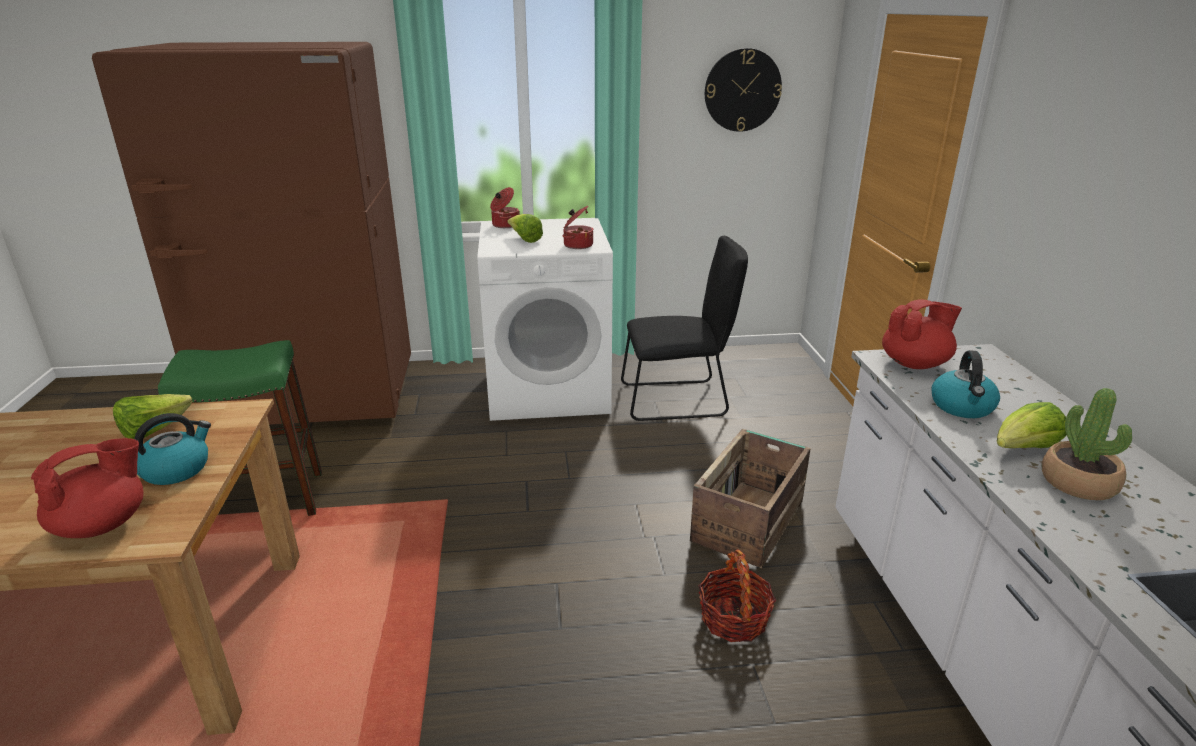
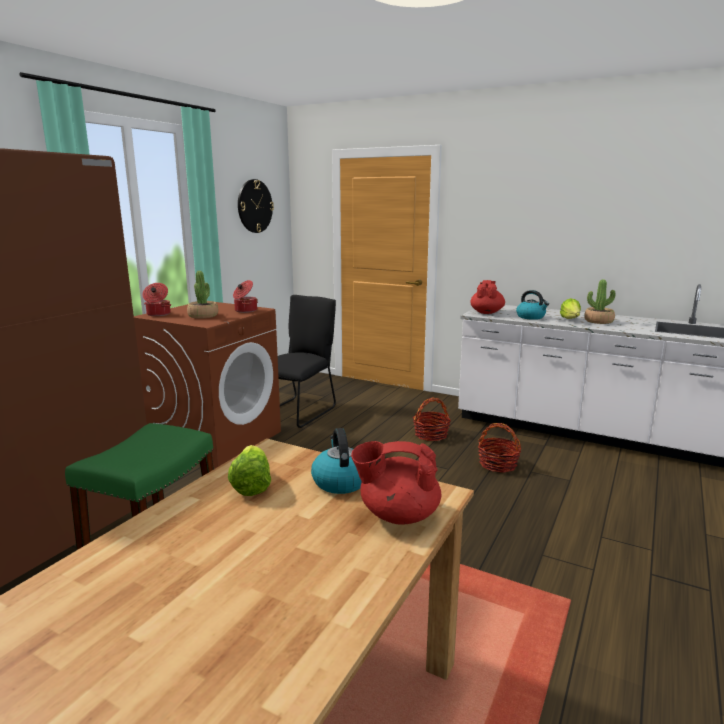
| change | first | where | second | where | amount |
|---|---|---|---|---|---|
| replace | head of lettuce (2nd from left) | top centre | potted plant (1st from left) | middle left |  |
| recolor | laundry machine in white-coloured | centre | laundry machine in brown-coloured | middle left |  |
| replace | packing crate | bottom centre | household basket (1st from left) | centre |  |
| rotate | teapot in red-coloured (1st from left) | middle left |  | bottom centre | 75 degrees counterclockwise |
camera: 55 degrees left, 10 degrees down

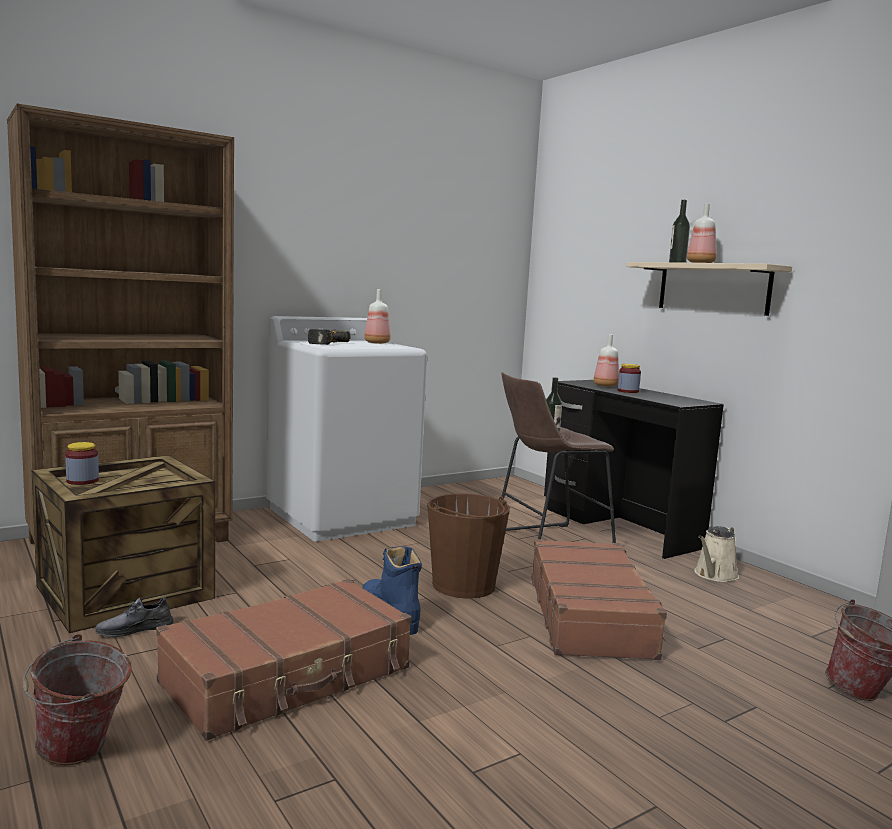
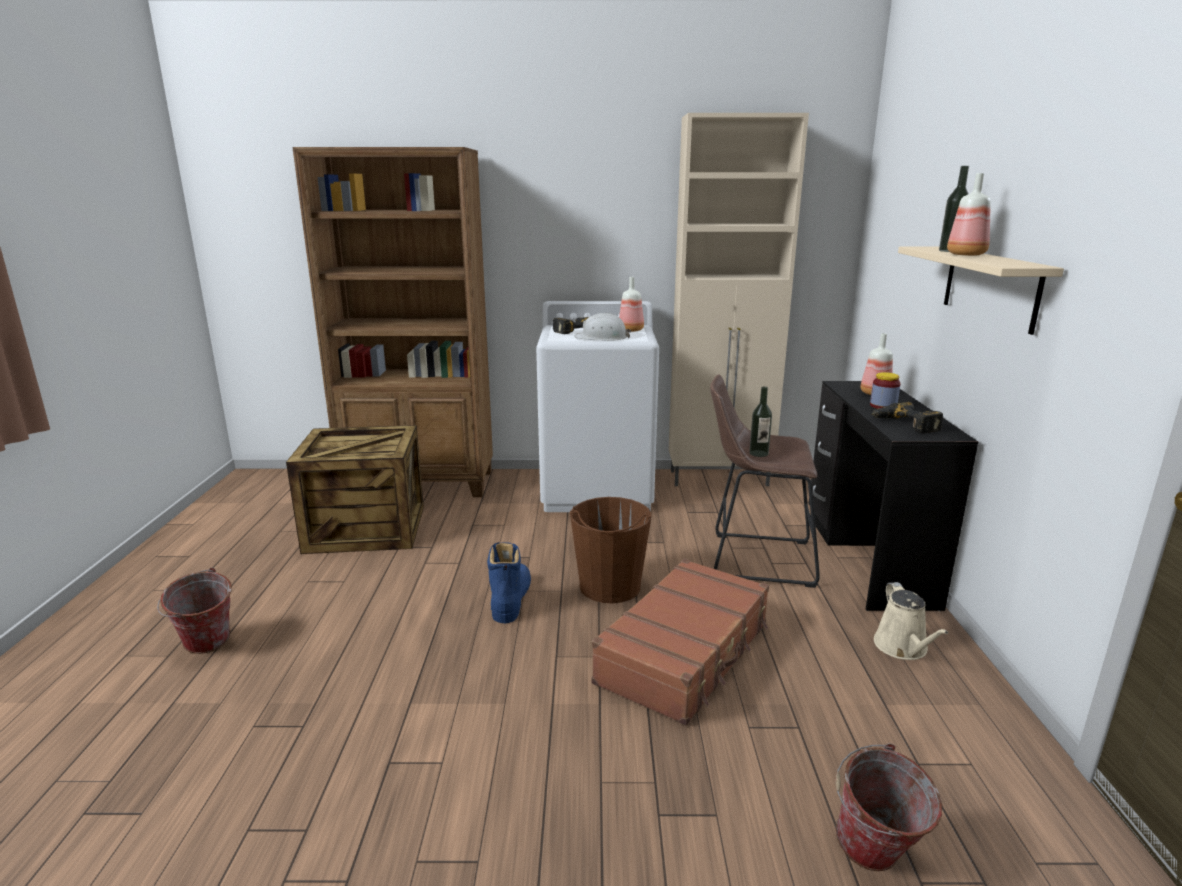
| change | first | where | second | where | amount |
|---|---|---|---|---|---|
| delete | preserve jar (1st from left) | middle left |  |  |  |
| rotate | sprinkling can in sand-coloured | bottom right |  | bottom right | 75 degrees counterclockwise |
| delete | suitcase in brown-coloured (1st from left) | bottom left |  |  |  |
| delete | shoe in grey | bottom left |  |  |  |
| insert |  |  | storage cabinet in sand-coloured | centre |  |
| insert |  |  | hard hat in white-coloured | centre |  |
| insert |  |  | power drill (2nd from left) | middle right |  |
camera: 35 degrees right, 10 degrees up

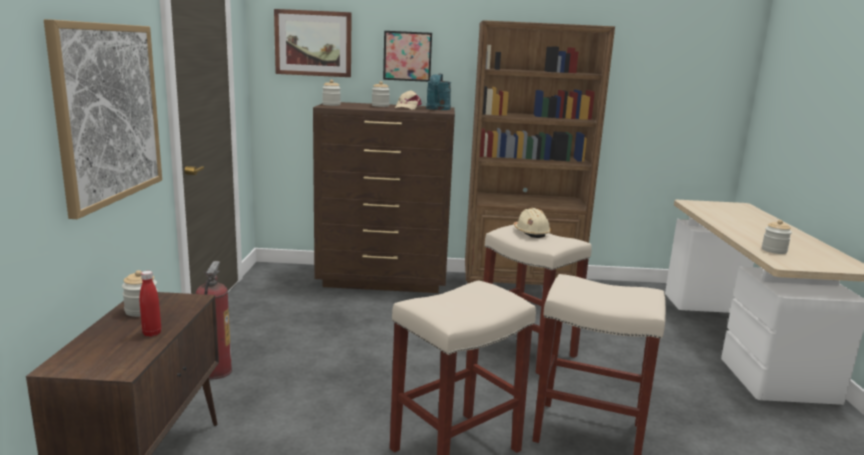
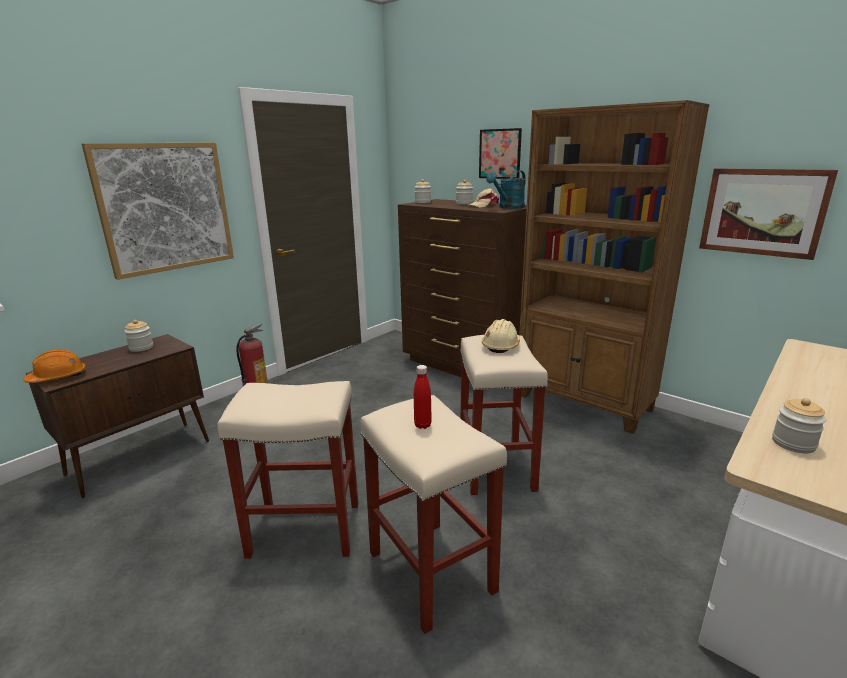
| change | first | where | second | where | amount |
|---|---|---|---|---|---|
| move | wall picture (2nd from left in the first image) | top centre | wall picture (3rd from left) | top right |  |
| move | beverage bottle in red-coloured | bottom left |  | centre |  |
| insert |  |  | hard hat in orangey | middle left |  |
camera: 40 degrees right, 5 degrees up

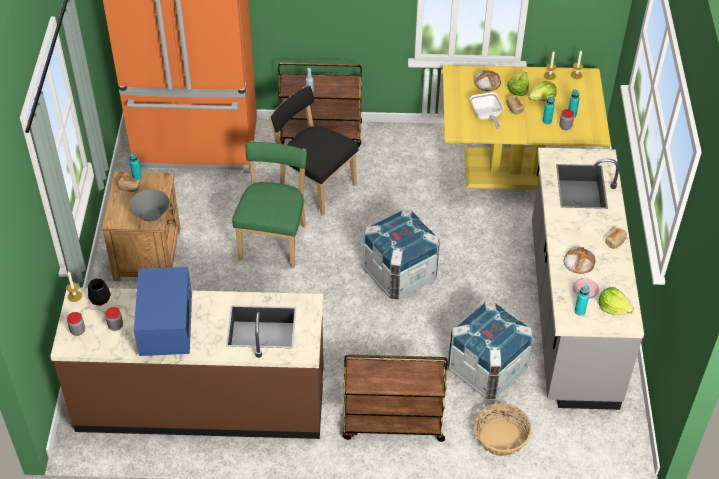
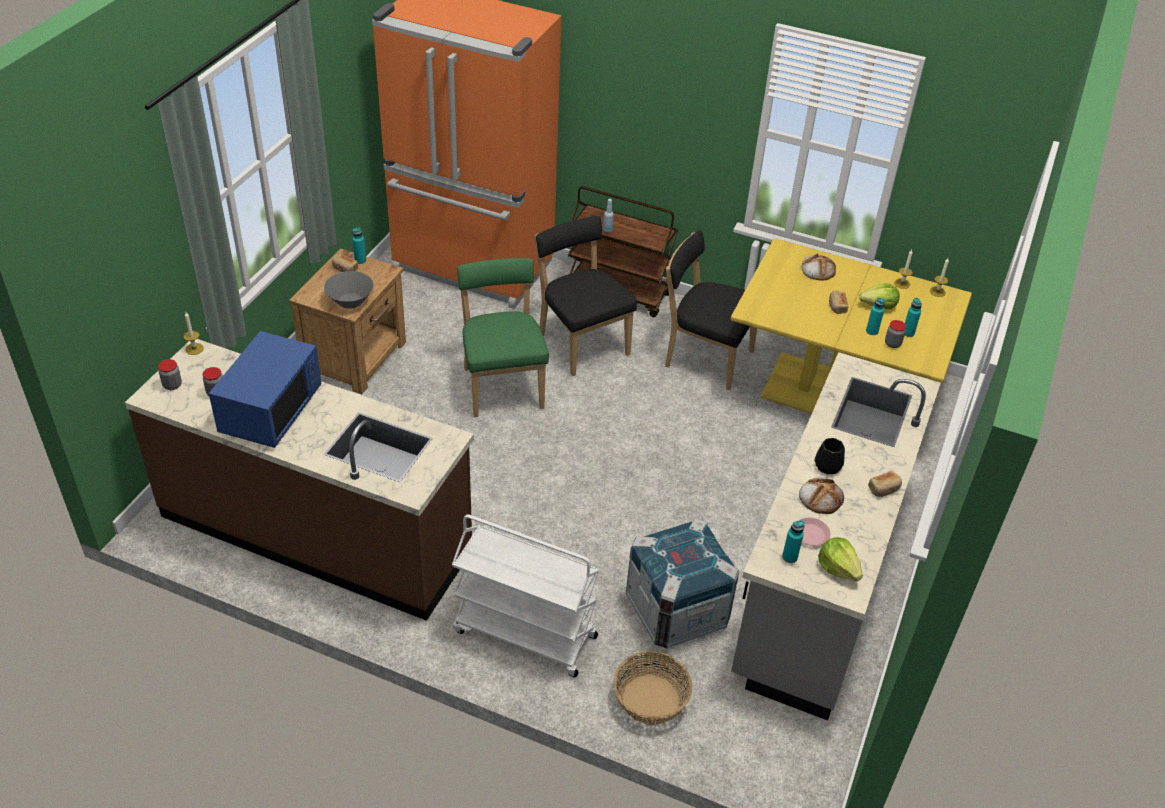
| change | first | where | second | where | amount |
|---|---|---|---|---|---|
| delete | head of lettuce (1st from left) | top right |  |  |  |
| delete | skillet | top right |  |  |  |
| rotate | chair in green-coloured | centre |  | centre | 45 degrees counterclockwise |
| delete | packing crate (1st from left) | centre |  |  |  |
| move | decorative vase in black-coloured | middle left |  | middle right |  |
| recolor | wheeled cart in brown-coloured (2nd from left) | bottom centre | wheeled cart in white-coloured | bottom centre |  |
| insert |  |  | chair in black-coloured (2nd from left) | centre |  |
camera: 20 degrees right, 5 degrees down

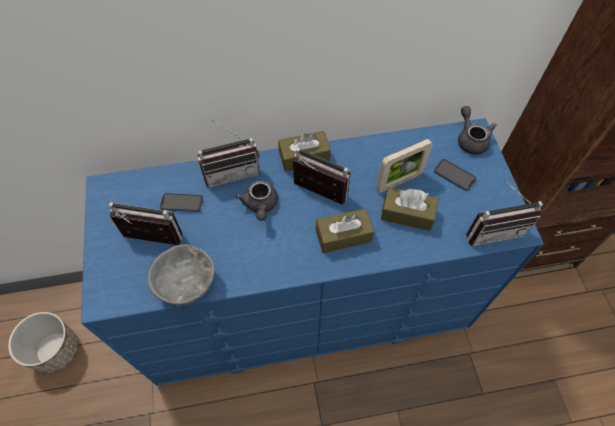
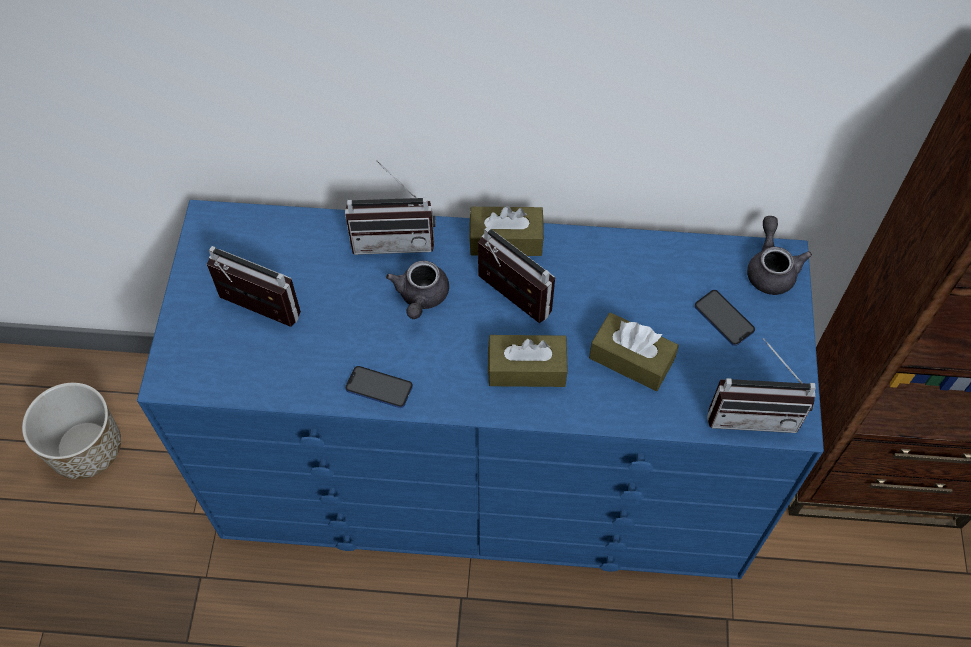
| change | first | where | second | where | amount |
|---|---|---|---|---|---|
| delete | picture frame | centre |  |  |  |
| move | telephone (1st from left) | middle left |  | centre |  |
| delete | deep dish in grey | middle left |  |  |  |
camera: 15 degrees right, 0 degrees up

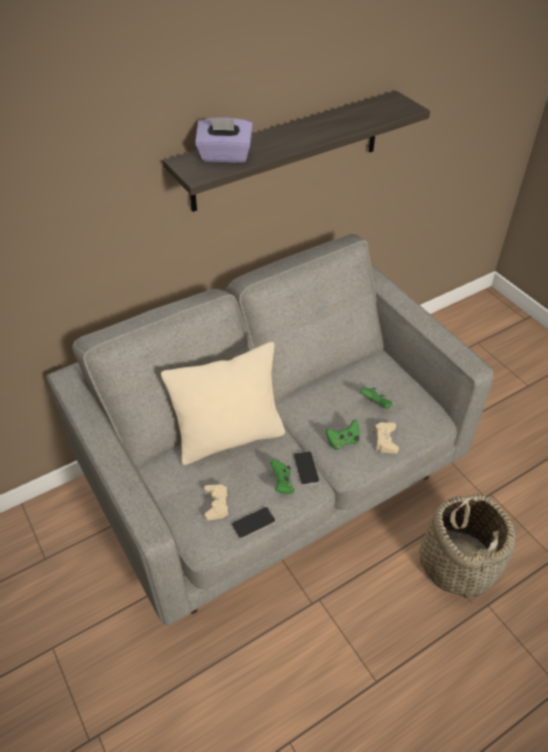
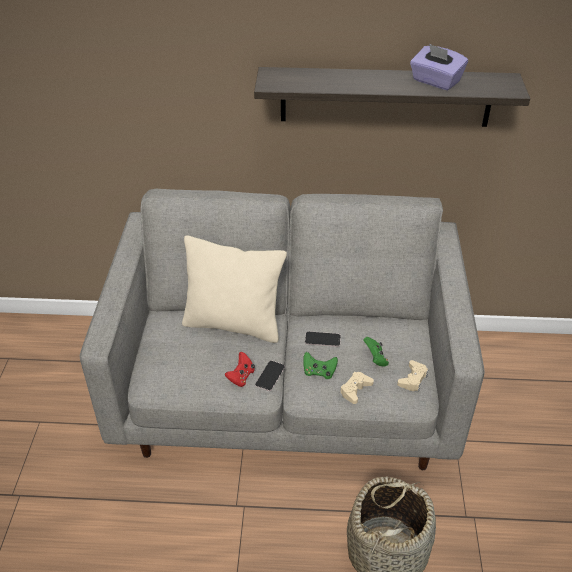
| change | first | where | second | where | amount |
|---|---|---|---|---|---|
| move | box of tissues in purplish | top centre |  | top right |  |
| recolor | joypad in green-coloured (1st from left) | centre | joypad in red-coloured | centre |  |
| move | joypad in sand-coloured (1st from left in the first image) | bottom centre | joypad in sand-coloured (2nd from left) | middle right |  |
| move | telephone (1st from left in the first image) | bottom centre | telephone (2nd from left) | centre |  |
camera: 35 degrees right, 5 degrees down

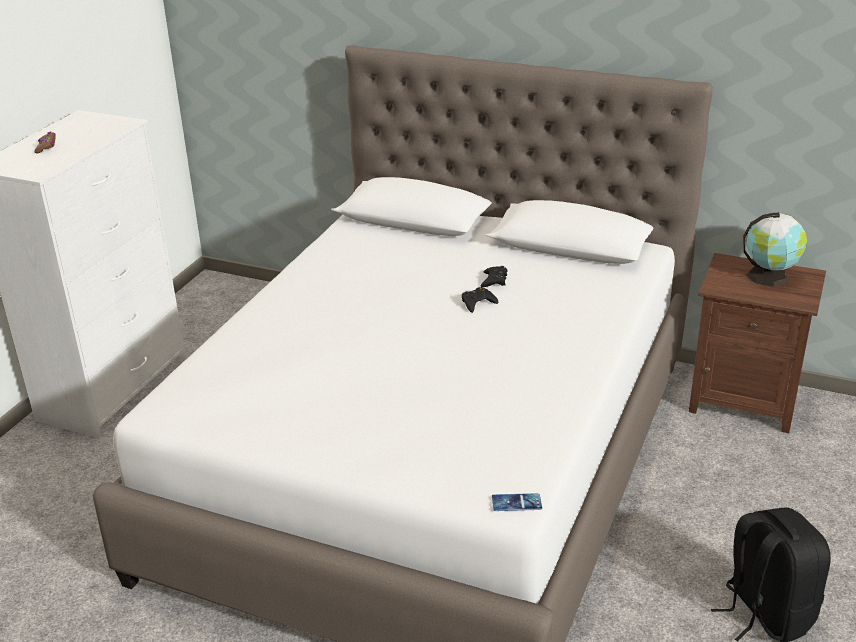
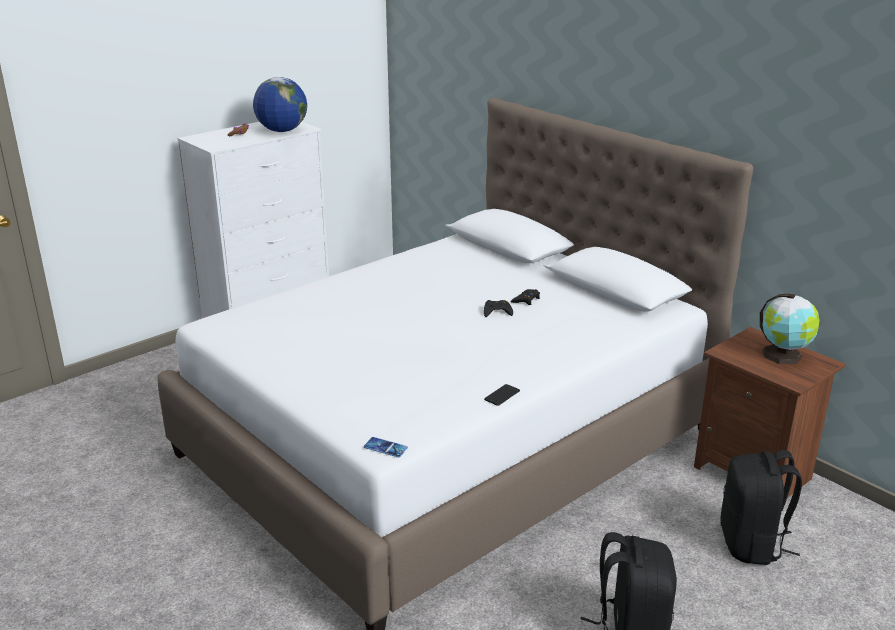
| change | first | where | second | where | amount |
|---|---|---|---|---|---|
| insert |  |  | desk globe (1st from left) | top left |  |
| insert |  |  | telephone (2nd from left) | centre |  |
| insert |  |  | knapsack in black-coloured (2nd from left) | bottom right |  |
camera: 25 degrees right, 5 degrees down

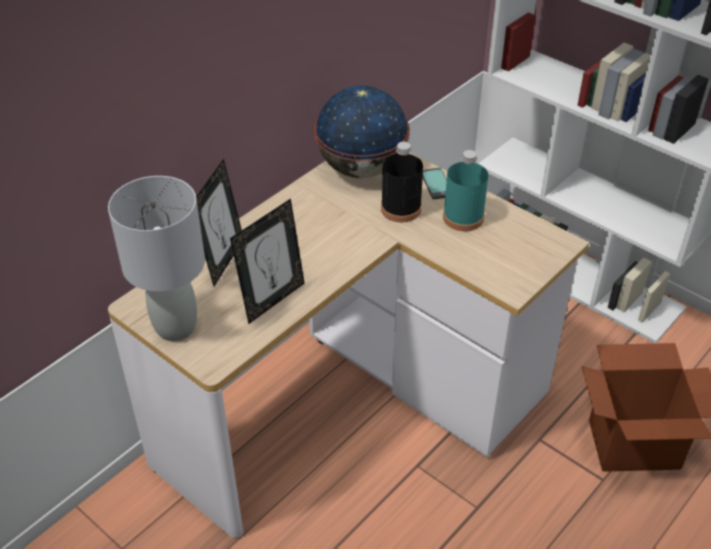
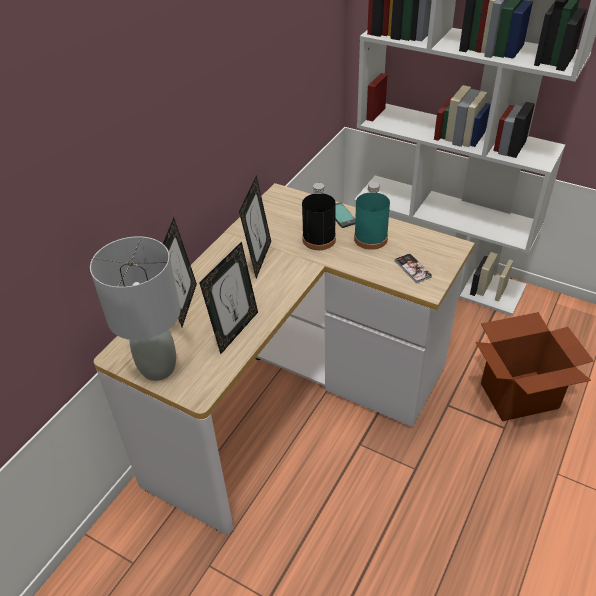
| change | first | where | second | where | amount |
|---|---|---|---|---|---|
| delete | desk globe | top centre |  |  |  |
| insert |  |  | picture frame (3rd from left) | centre |  |
| insert |  |  | telephone (2nd from left) | middle right |  |
camera: 10 degrees left, 0 degrees up

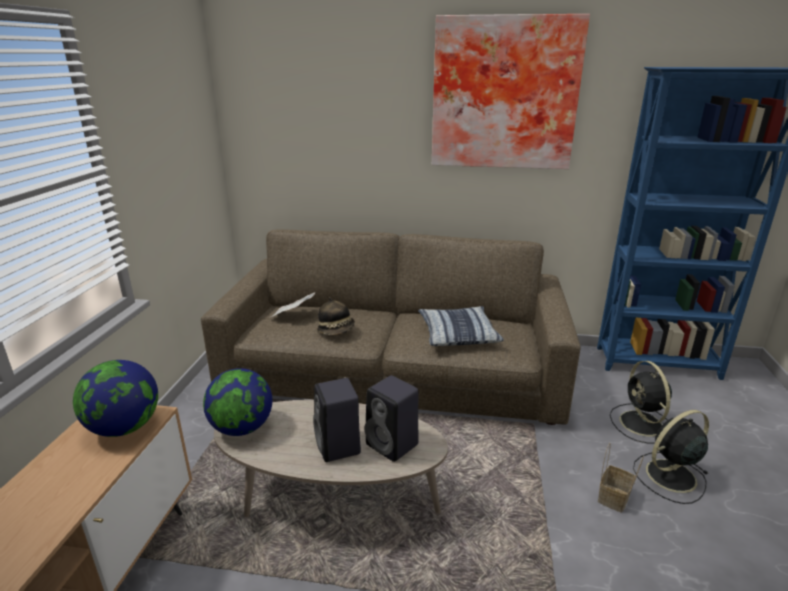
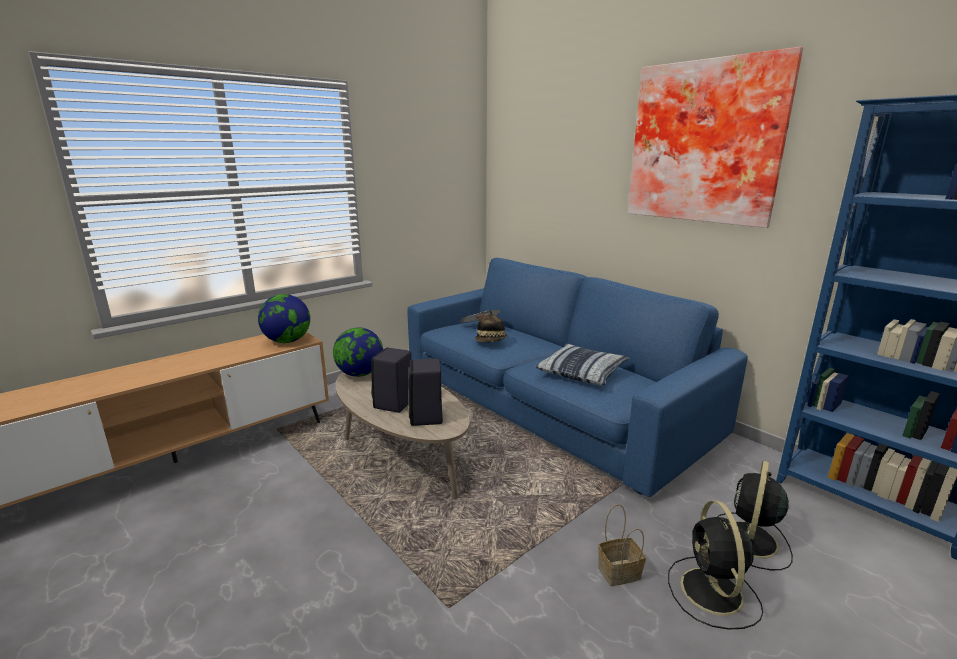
| change | first | where | second | where | amount |
|---|---|---|---|---|---|
| recolor | settee in brown-coloured | centre | settee in blue | centre |  |
| rotate | cooling fan in black-coloured (2nd from left in the first image) | bottom right | cooling fan in black-coloured (1st from left) | bottom right | 105 degrees counterclockwise |
camera: 40 degrees right, 5 degrees down

